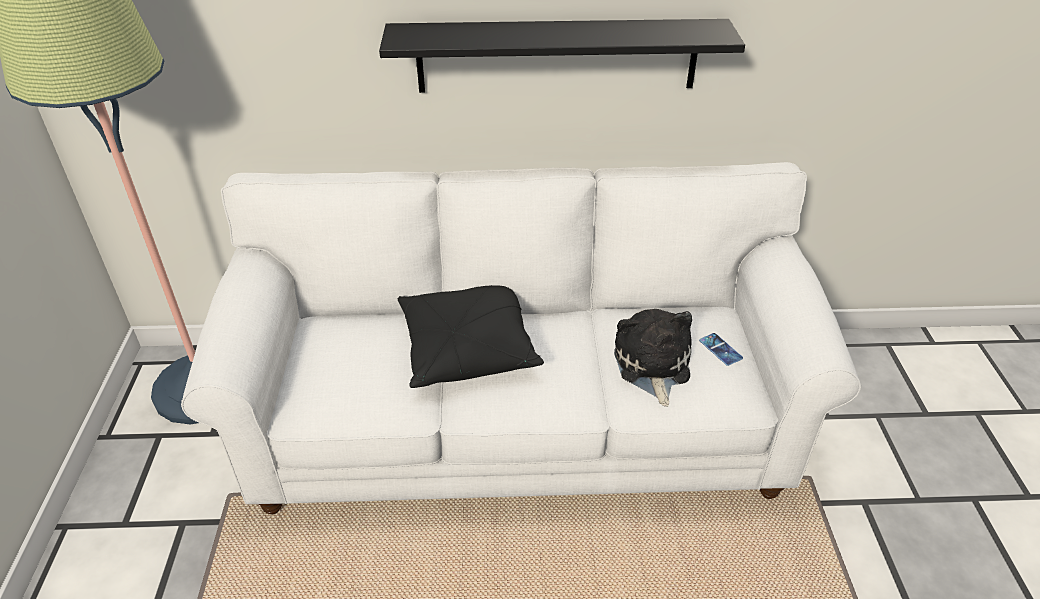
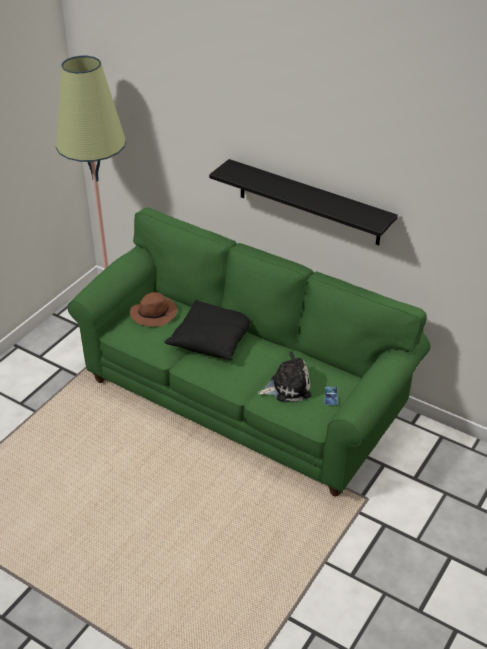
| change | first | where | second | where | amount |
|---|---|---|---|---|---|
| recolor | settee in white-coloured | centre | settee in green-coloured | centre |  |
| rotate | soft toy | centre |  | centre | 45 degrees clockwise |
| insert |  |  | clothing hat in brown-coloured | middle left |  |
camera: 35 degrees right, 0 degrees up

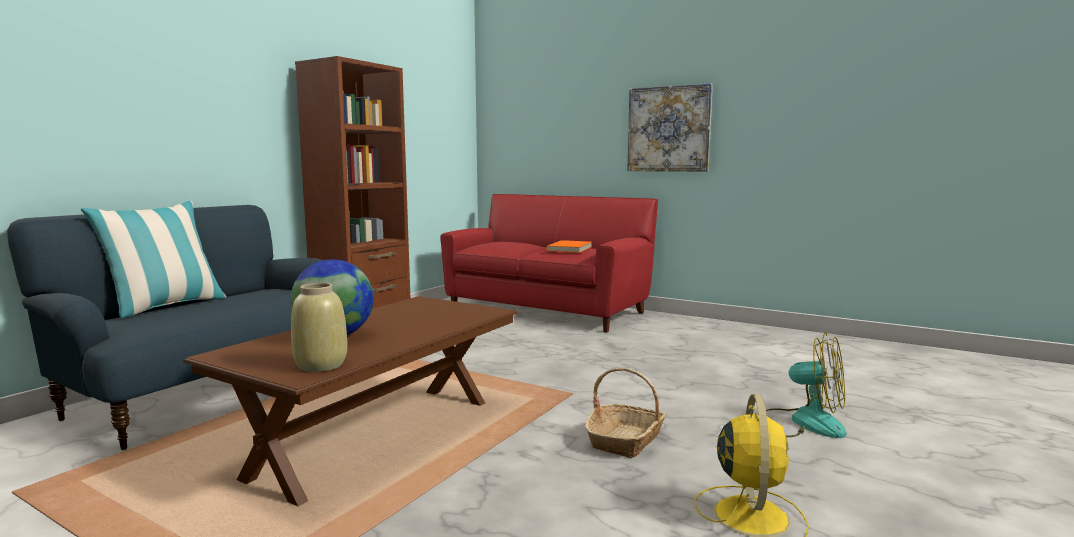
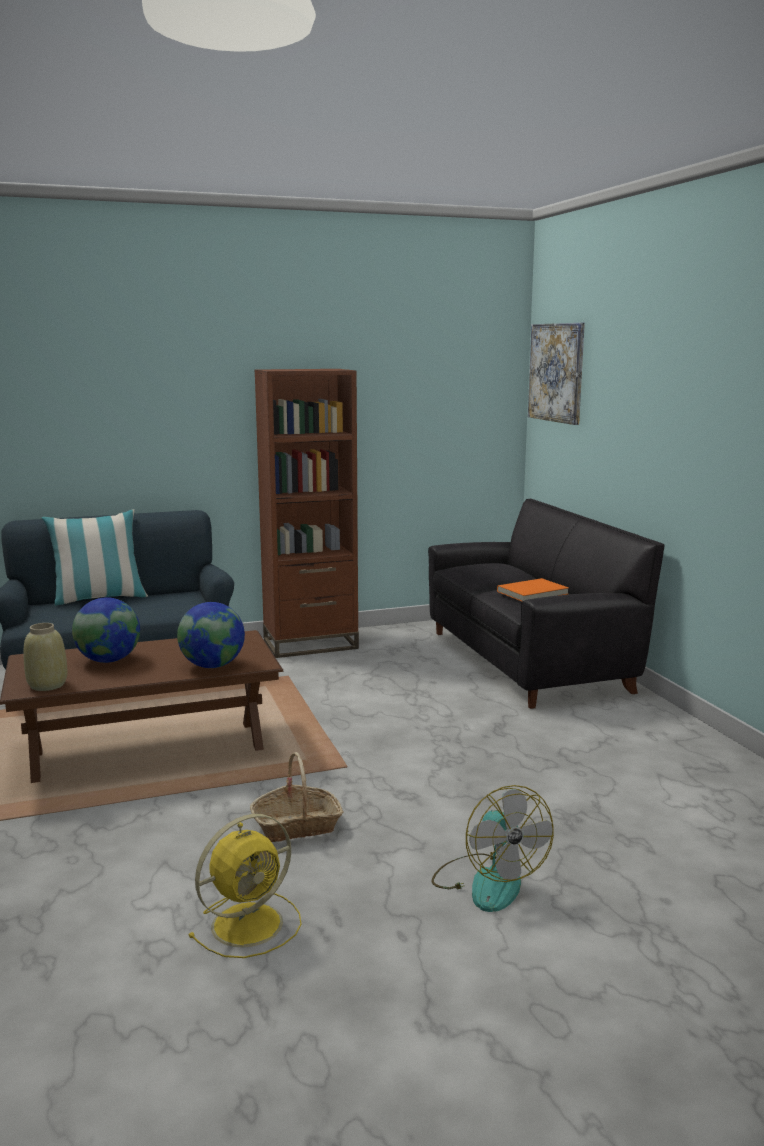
| change | first | where | second | where | amount |
|---|---|---|---|---|---|
| move | wall picture | top centre |  | top right |  |
| recolor | settee in red-coloured | centre | settee in black-coloured | middle right |  |
| insert |  |  | desk globe (2nd from left) | middle left |  |
camera: 40 degrees right, 5 degrees up

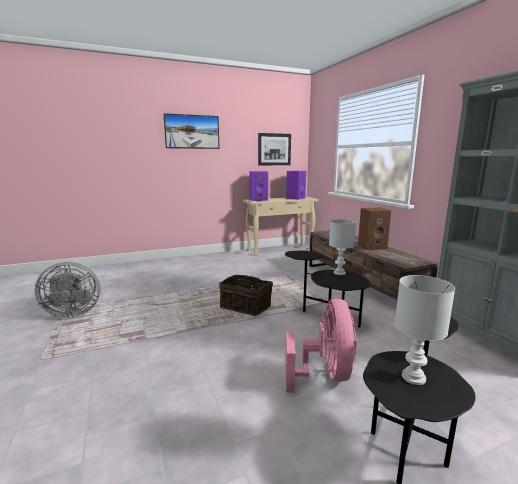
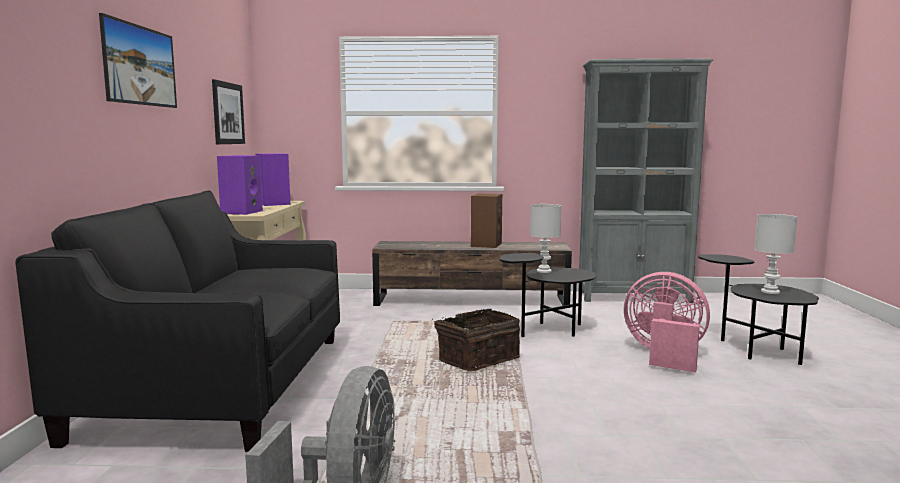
| change | first | where | second | where | amount |
|---|---|---|---|---|---|
| insert |  |  | settee in black-coloured | middle left |  |
camera: 65 degrees left, 5 degrees down

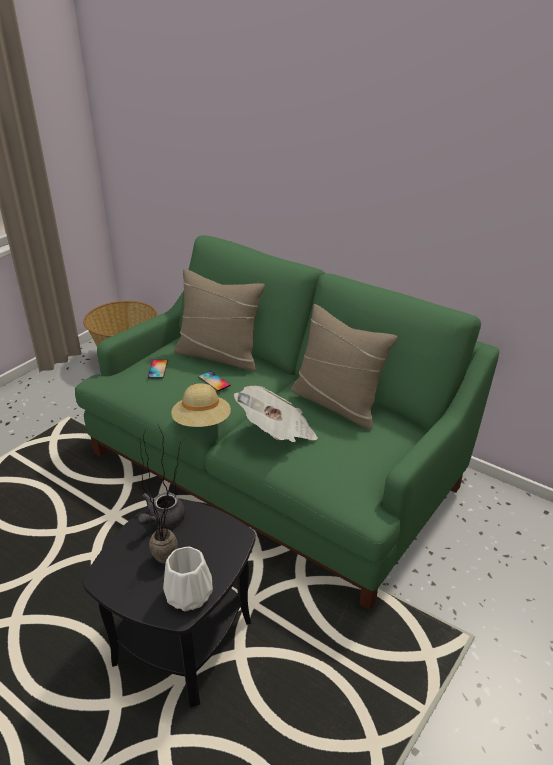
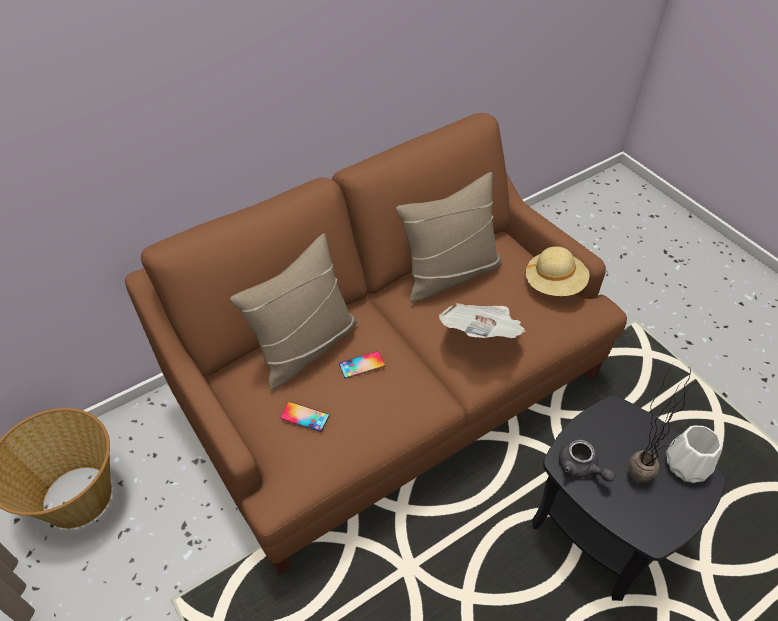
| change | first | where | second | where | amount |
|---|---|---|---|---|---|
| recolor | settee in green-coloured | centre | settee in brown-coloured | centre |  |
| move | clothing hat in sand-coloured | centre |  | middle right |  |
camera: 70 degrees left, 15 degrees up

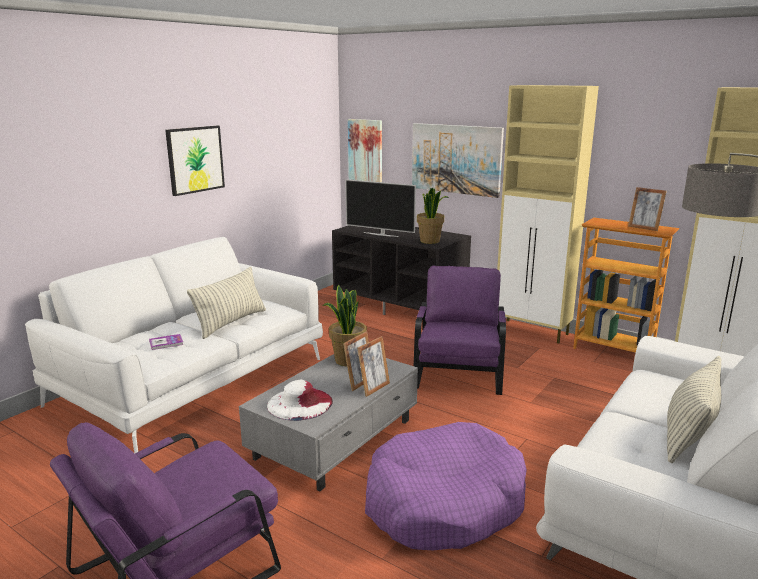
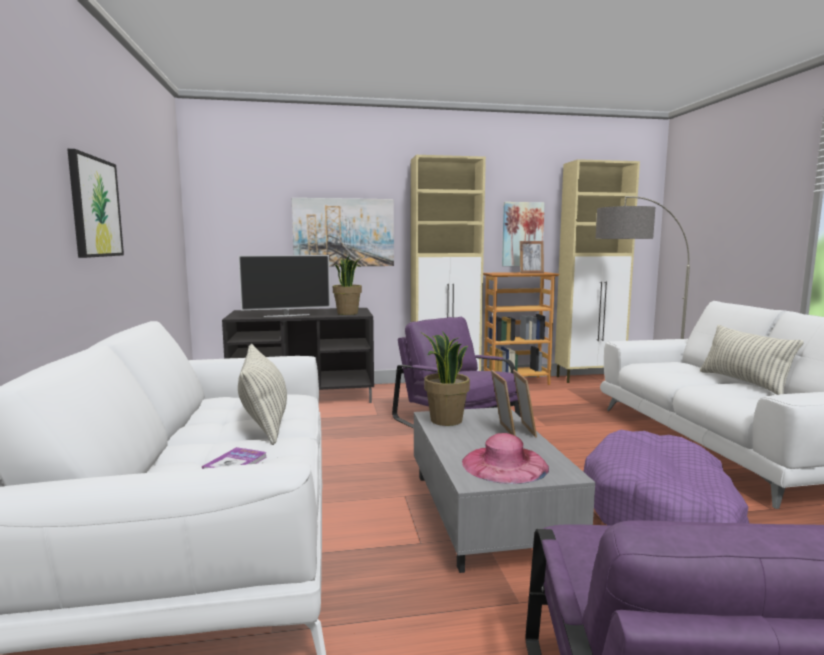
| change | first | where | second | where | amount |
|---|---|---|---|---|---|
| move | wall picture (2nd from left in the first image) | top centre | wall picture (3rd from left) | centre |  |
| recolor | clothing hat in white-coloured | bottom centre | clothing hat in pink | bottom centre |  |
camera: 45 degrees left, 10 degrees down

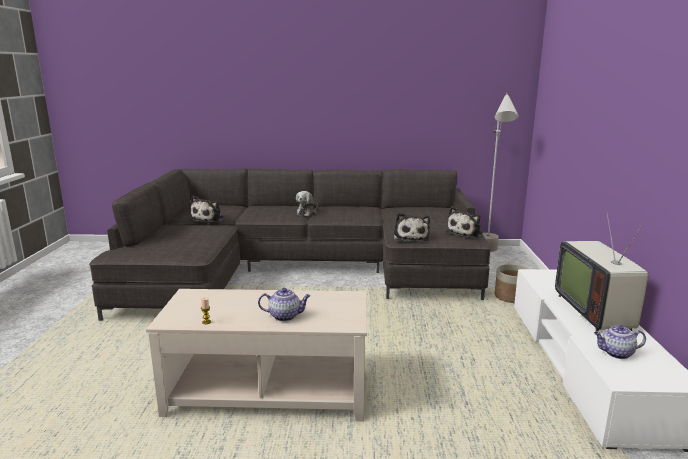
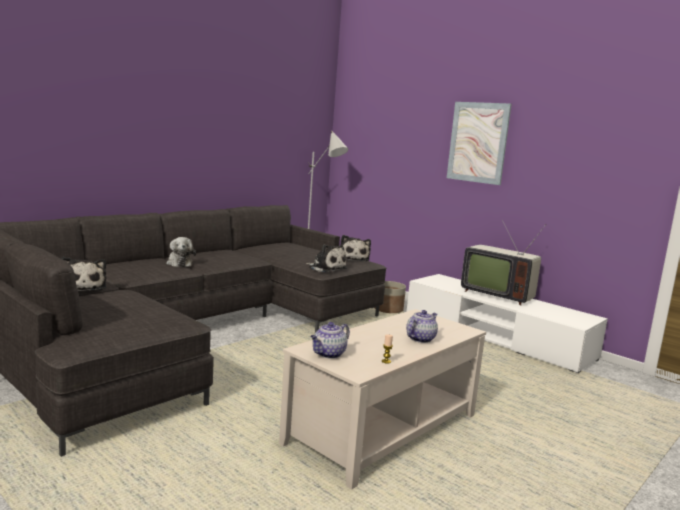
| change | first | where | second | where | amount |
|---|---|---|---|---|---|
| move | teapot (2nd from left in the first image) | bottom right | teapot (1st from left) | bottom centre |  |
| insert |  |  | wall picture | top right |  |
camera: 50 degrees left, 5 degrees down

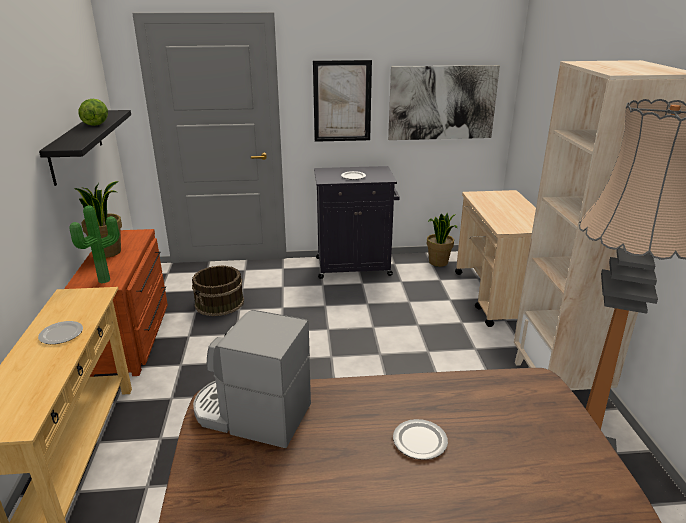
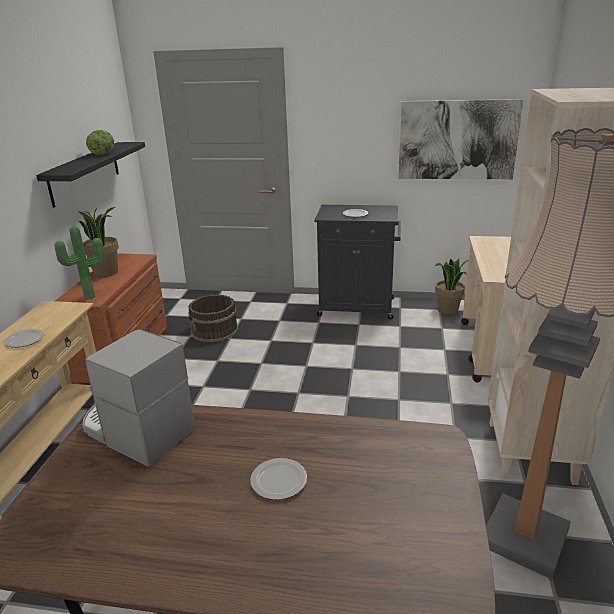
| change | first | where | second | where | amount |
|---|---|---|---|---|---|
| delete | wall picture (1st from left) | top centre |  |  |  |
camera: 15 degrees right, 0 degrees up

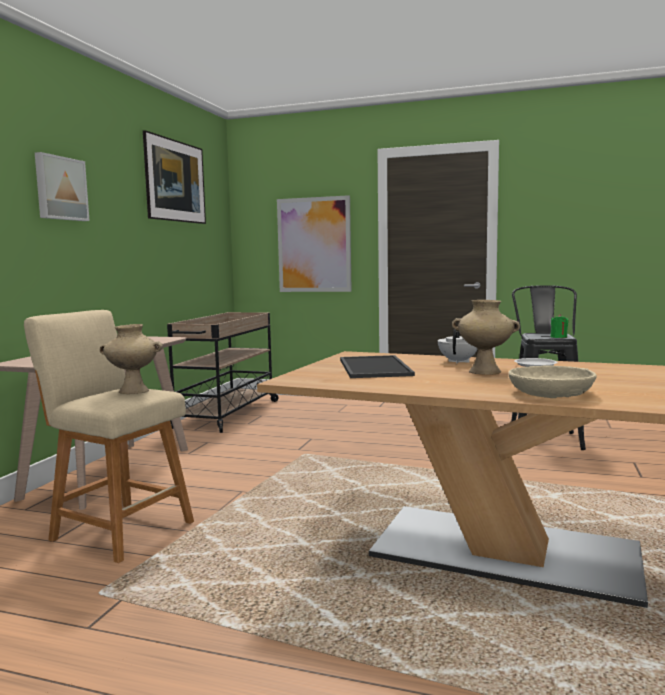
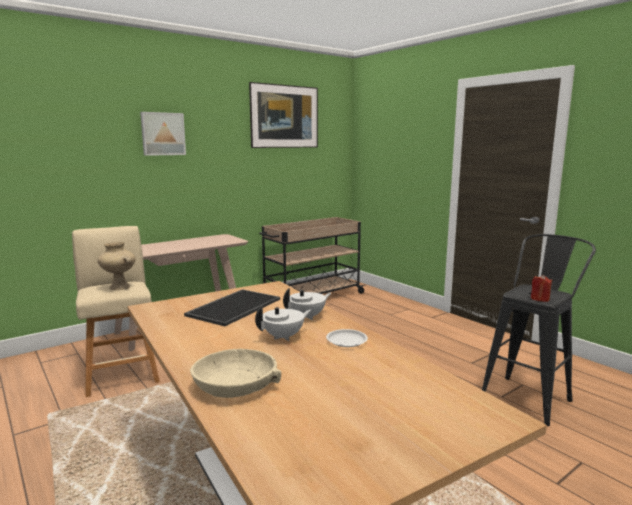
| change | first | where | second | where | amount |
|---|---|---|---|---|---|
| delete | wall picture (3rd from left) | centre |  |  |  |
| replace | decorative vase in sand-coloured (2nd from left) | middle right | teapot in white-coloured (1st from left) | centre |  |
| recolor | wax candle in green-coloured | middle right | wax candle in red-coloured | middle right |  |
camera: 35 degrees right, 5 degrees up

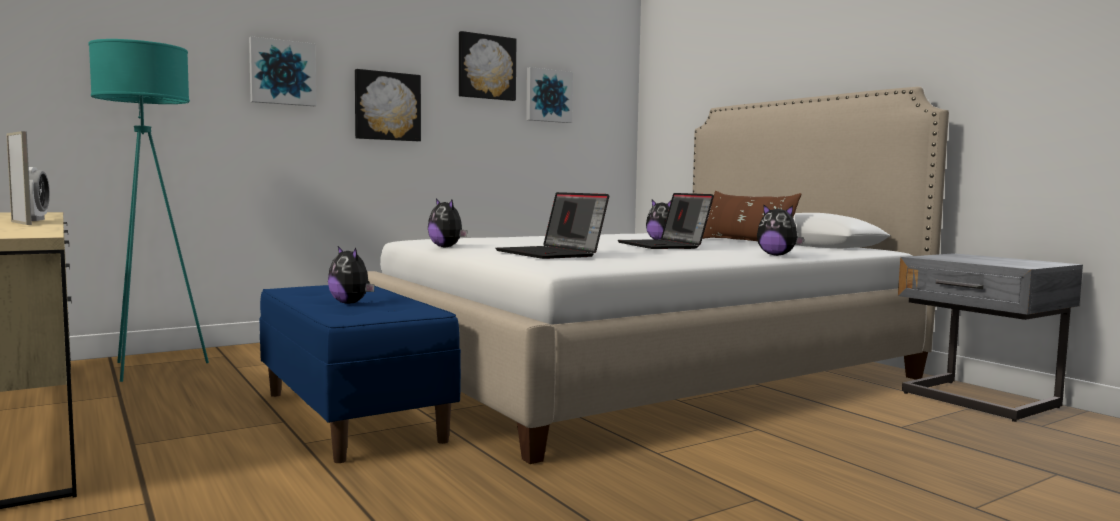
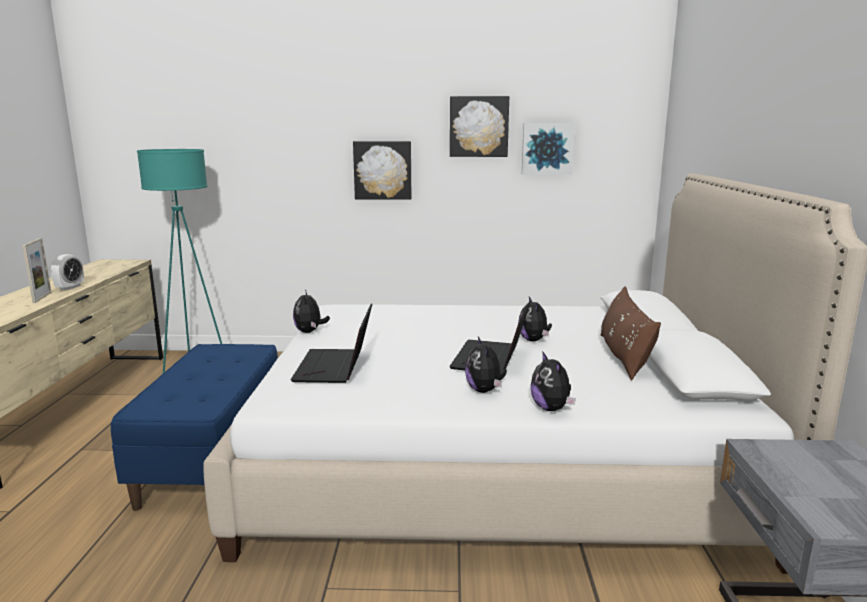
| change | first | where | second | where | amount |
|---|---|---|---|---|---|
| delete | wall picture (1st from left) | top left |  |  |  |
| move | soft toy (1st from left in the first image) | middle left | soft toy (2nd from left) | centre |  |
camera: 35 degrees right, 10 degrees up

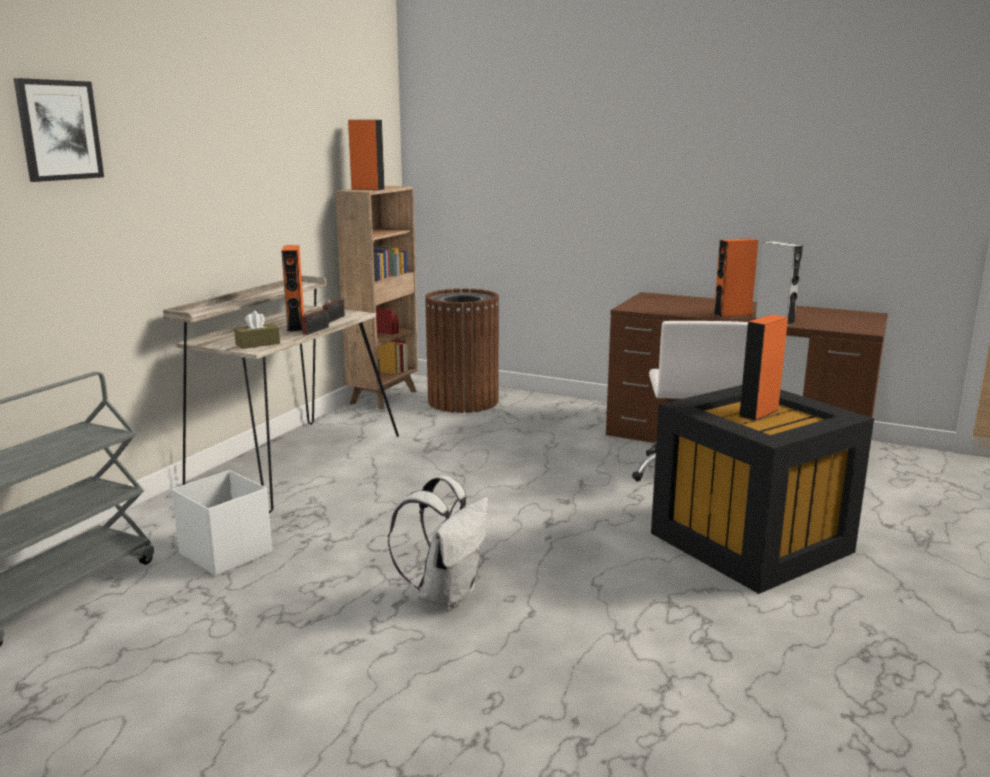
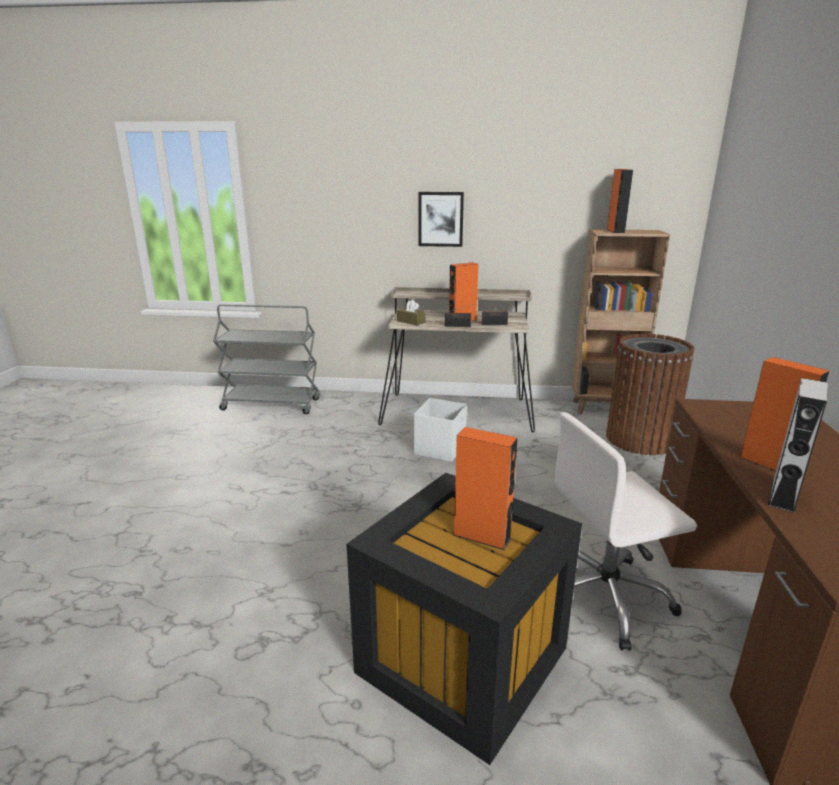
| change | first | where | second | where | amount |
|---|---|---|---|---|---|
| move | wall picture | top left |  | top centre |  |
| move | storage box in white-coloured | bottom left |  | centre |  |
| delete | knapsack in white-coloured | bottom centre |  |  |  |
camera: 70 degrees right, 5 degrees up

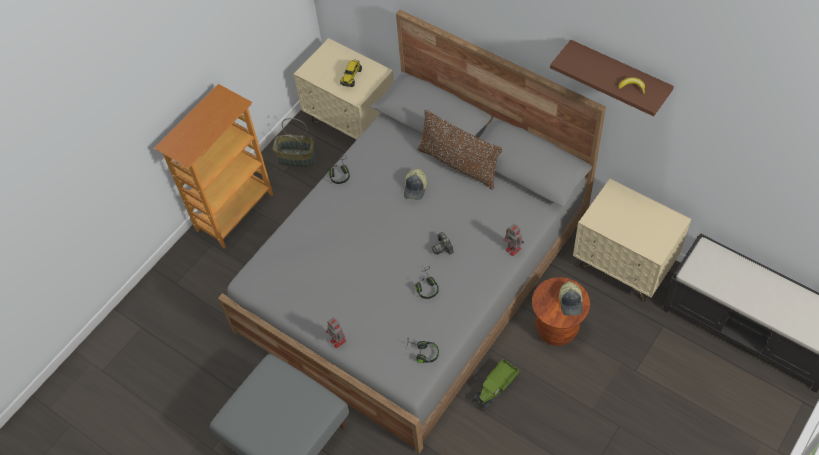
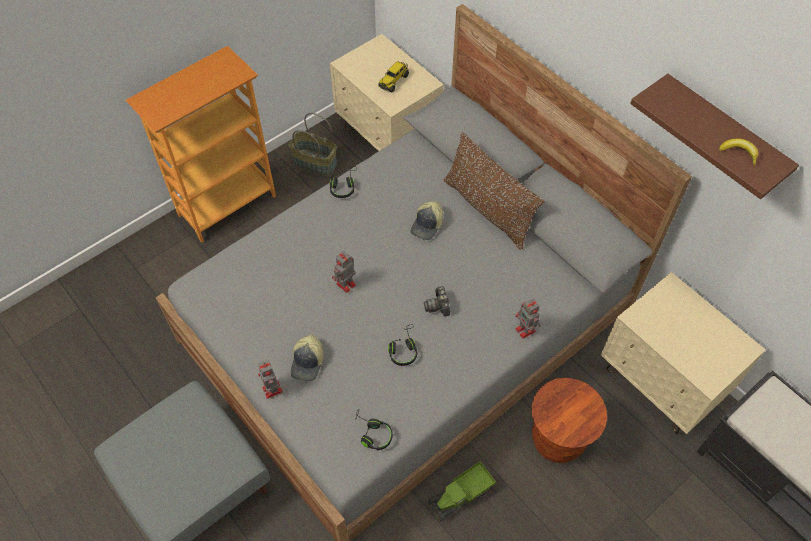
| change | first | where | second | where | amount |
|---|---|---|---|---|---|
| move | baseball cap (2nd from left in the first image) | middle right | baseball cap (1st from left) | centre |  |
| insert |  |  | model robot (2nd from left) | centre |  |
camera: 10 degrees right, 0 degrees up

